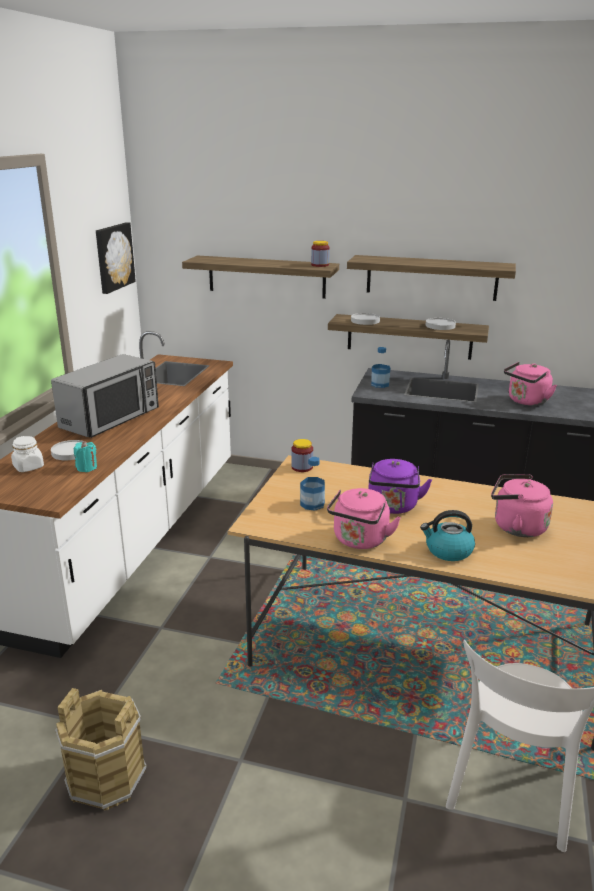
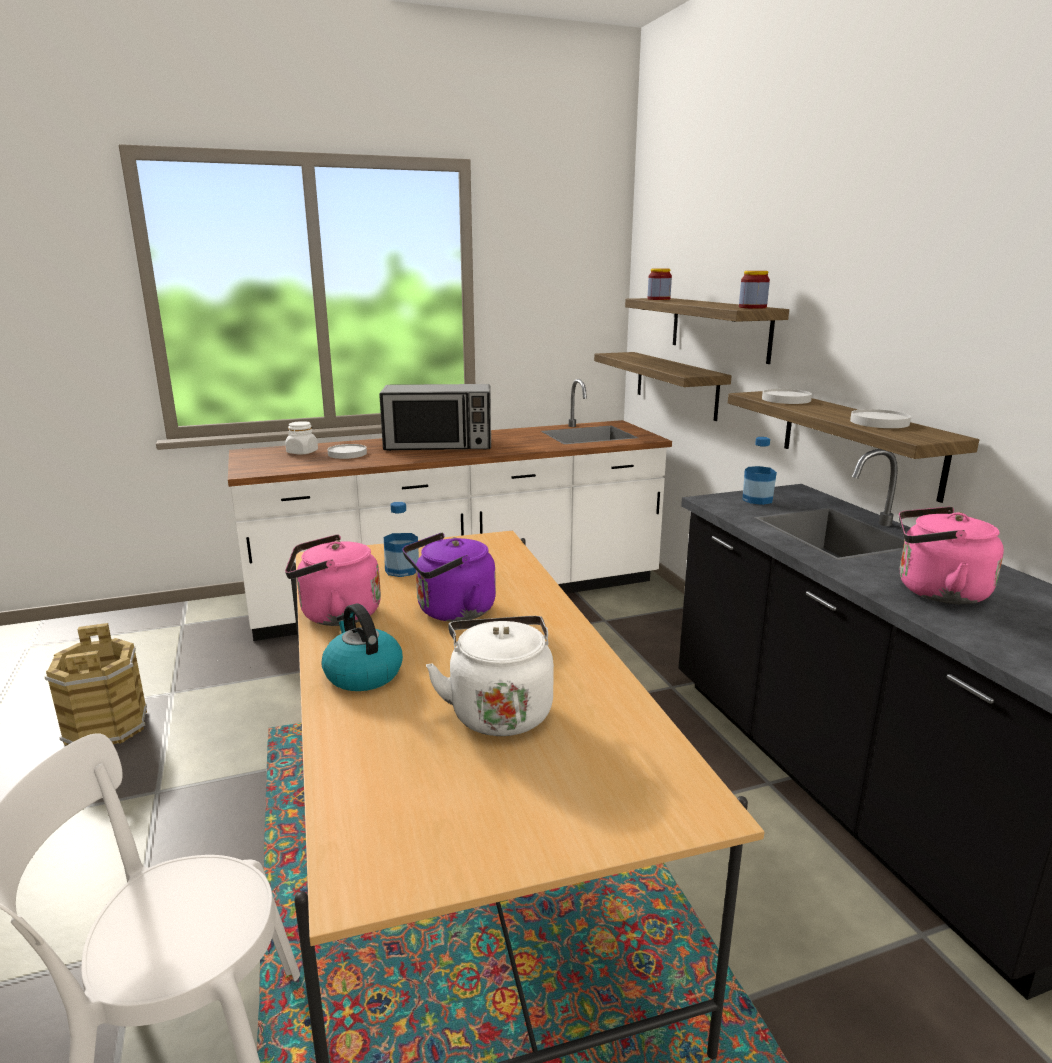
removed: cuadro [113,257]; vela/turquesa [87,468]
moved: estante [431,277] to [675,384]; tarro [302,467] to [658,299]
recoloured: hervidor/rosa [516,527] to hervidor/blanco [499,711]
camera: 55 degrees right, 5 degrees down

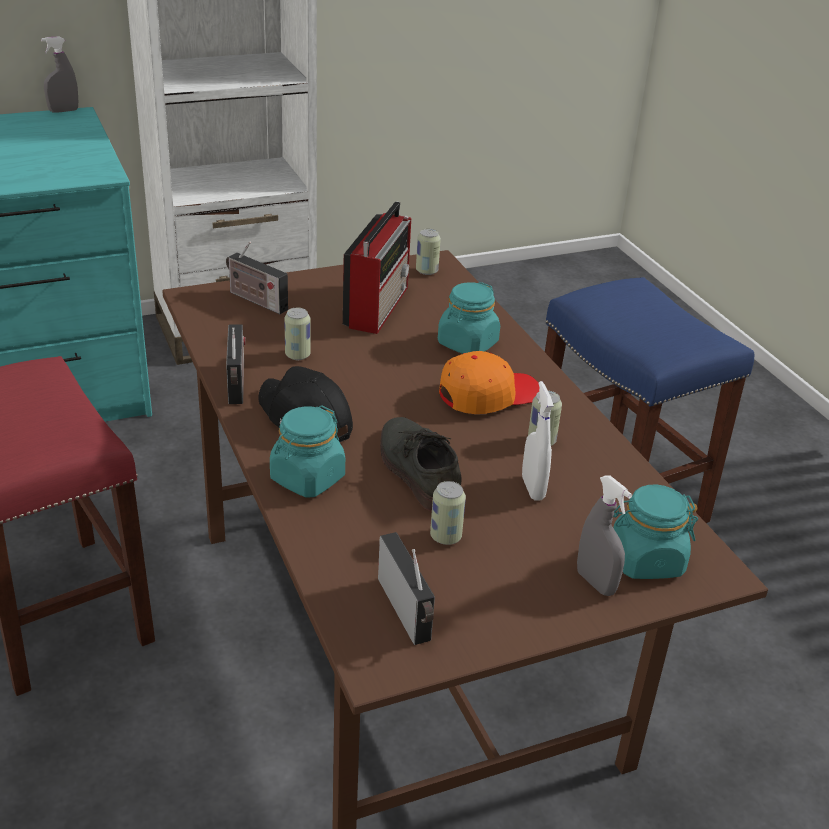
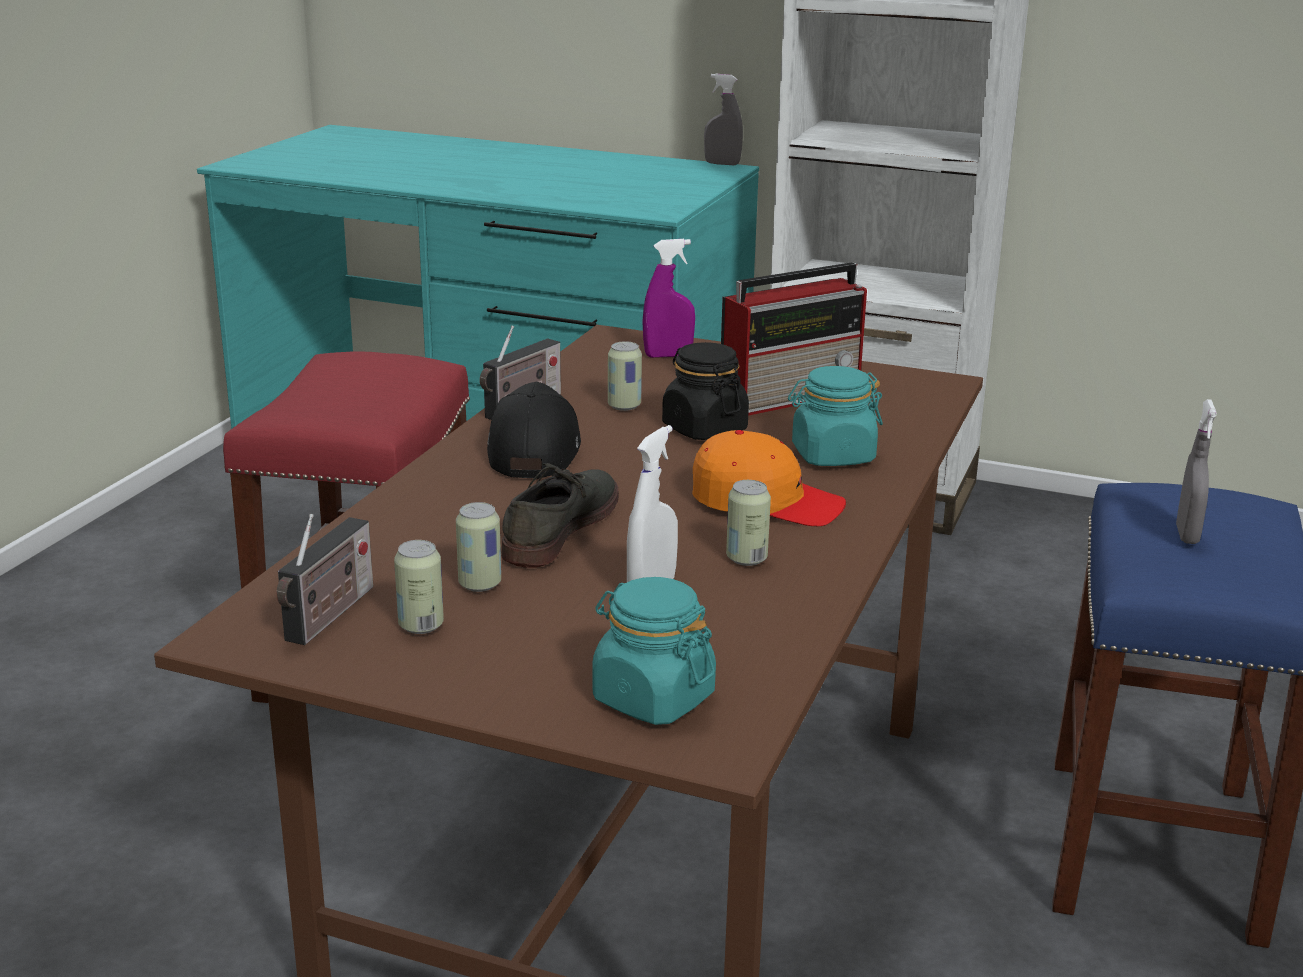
removed: tarro/turquesa [307,479]
added: tarro/negro [704,429]
moved: lata [426,271] to [421,625]; pulverizador/gris [595,583] to [1187,535]
replaced: radio [255,300] to pulverizador/morado [668,355]
camera: 45 degrees right, 10 degrees down

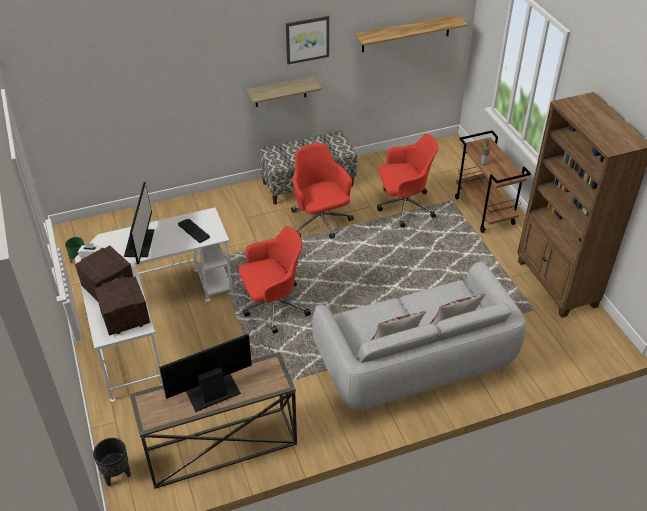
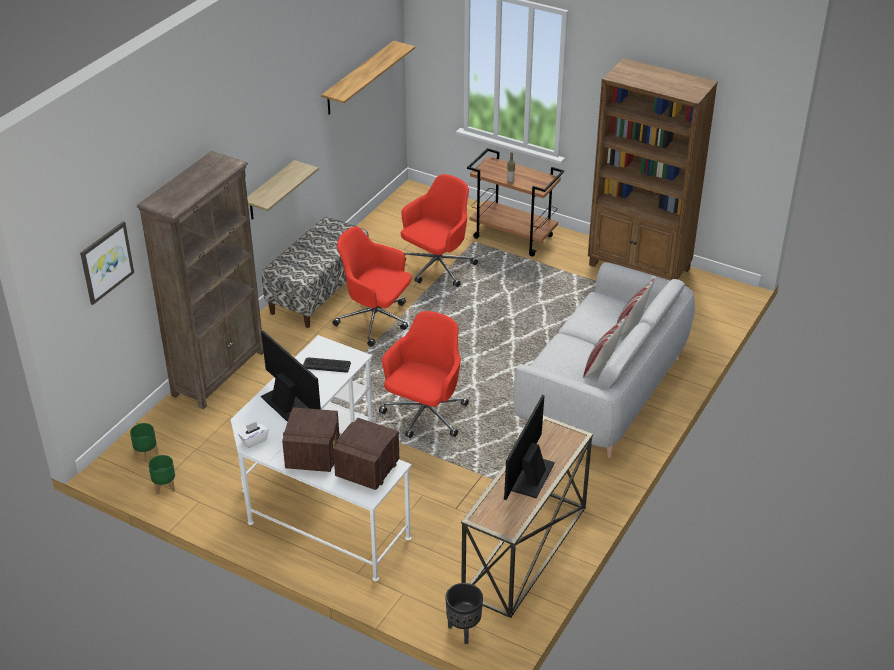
added: estantería/marrón [219,373]; maceta/verde [146,454]
moved: cuadro [307,39] to [106,262]
camera: 40 degrees left, 5 degrees down

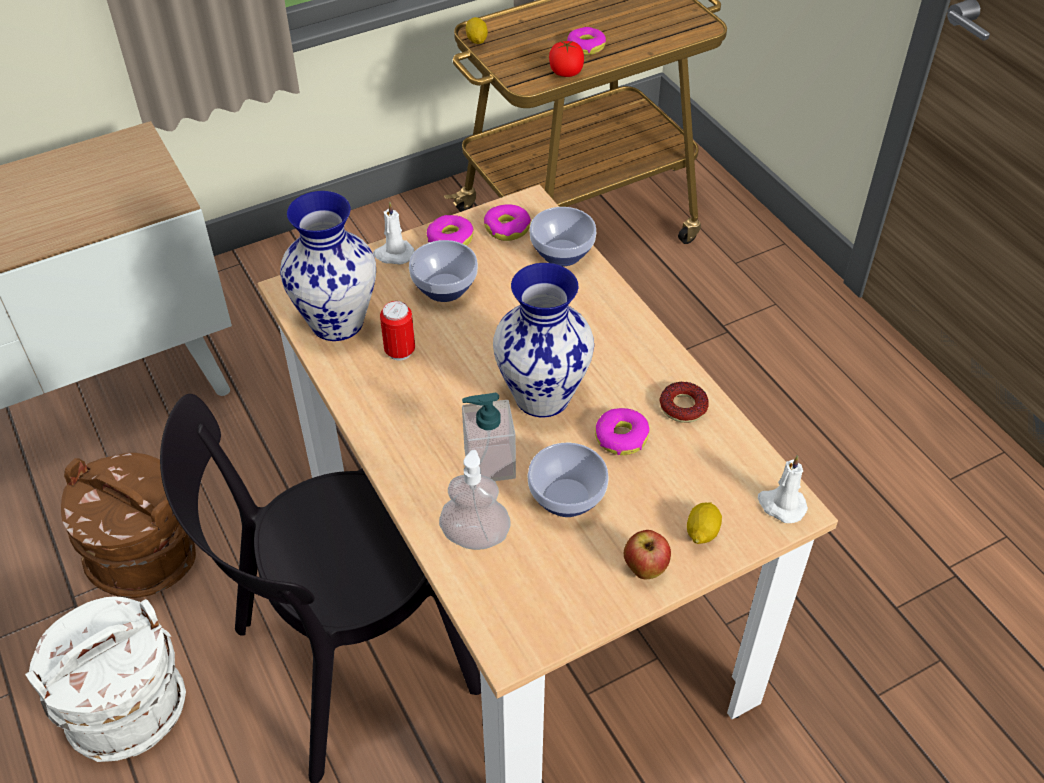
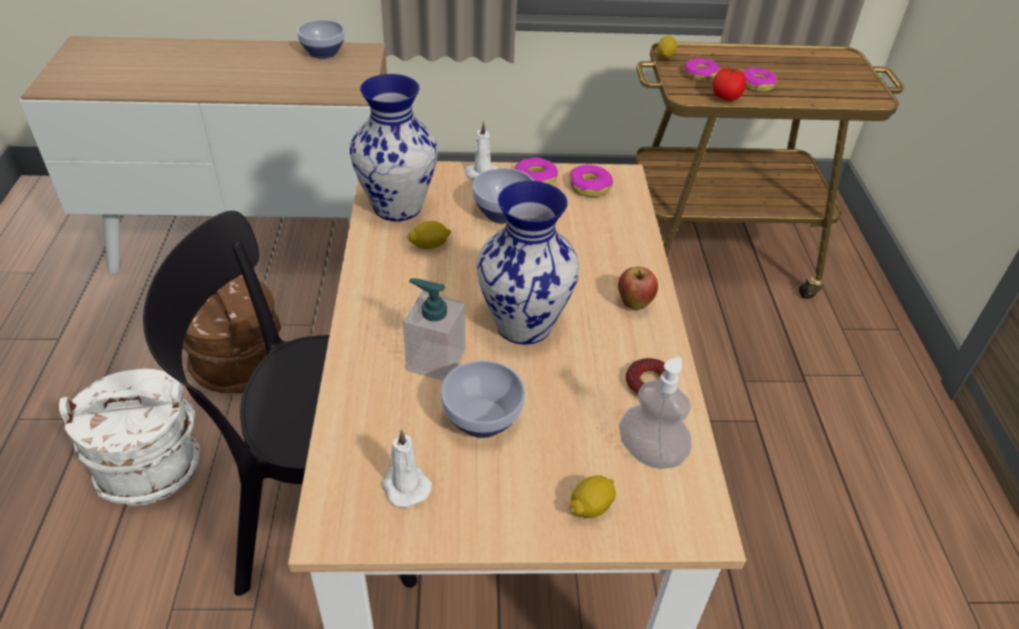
moved: cuenco [560,253] to [323,52]; rosquilla [621,437] to [699,75]; dispensador de jabón [475,537] to [650,453]; vela/blanco [781,505] to [405,485]; manzana [645,569] to [634,304]
replaced: lata [400,351] to limón [430,245]
camera: 25 degrees right, 5 degrees down

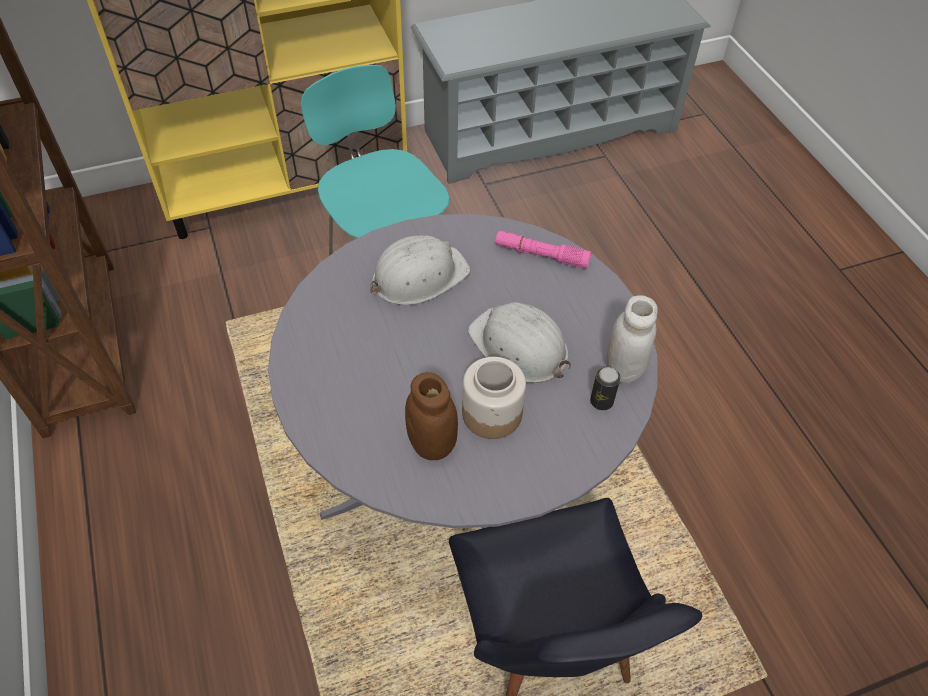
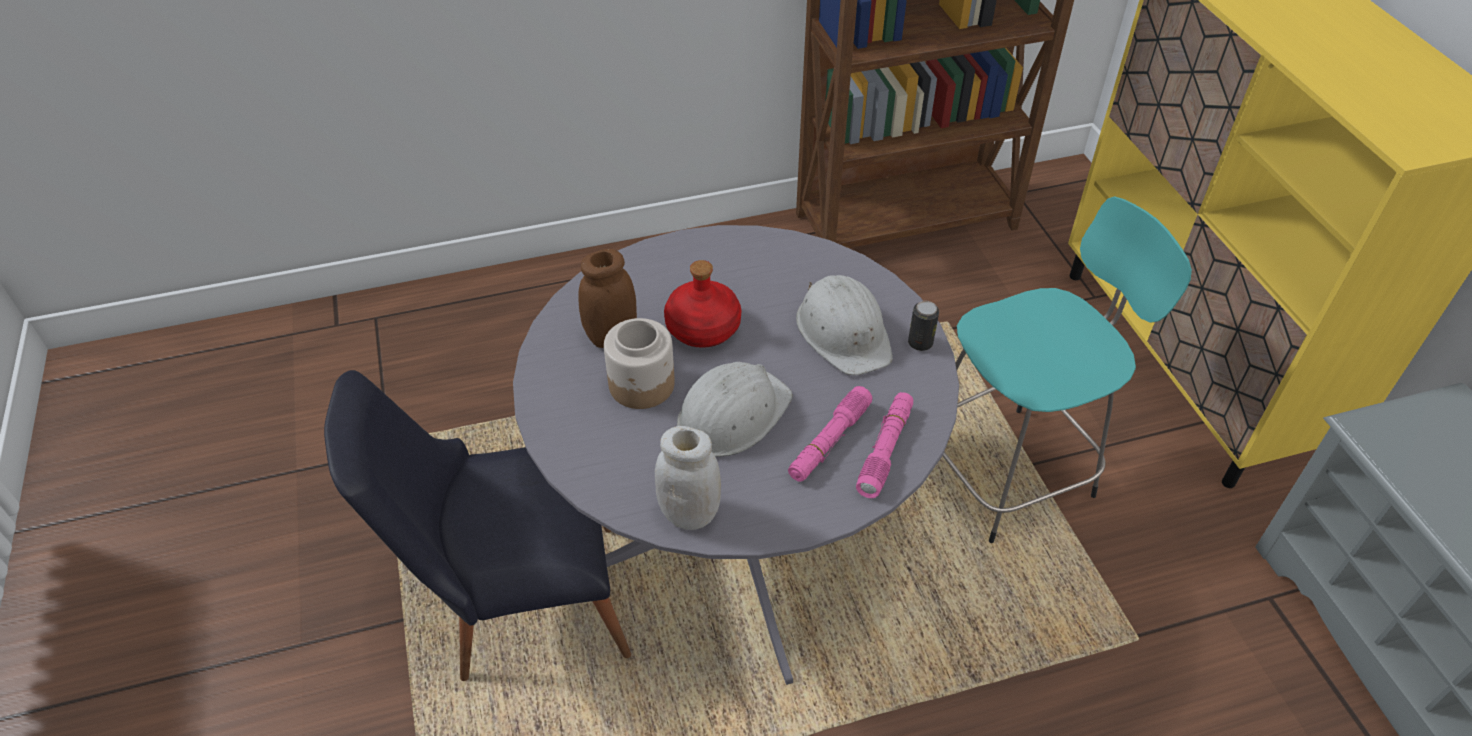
added: botella/rojo [704,328]; linterna/rosa [829,441]
moved: lata [601,401] to [920,343]
camera: 95 degrees right, 5 degrees down

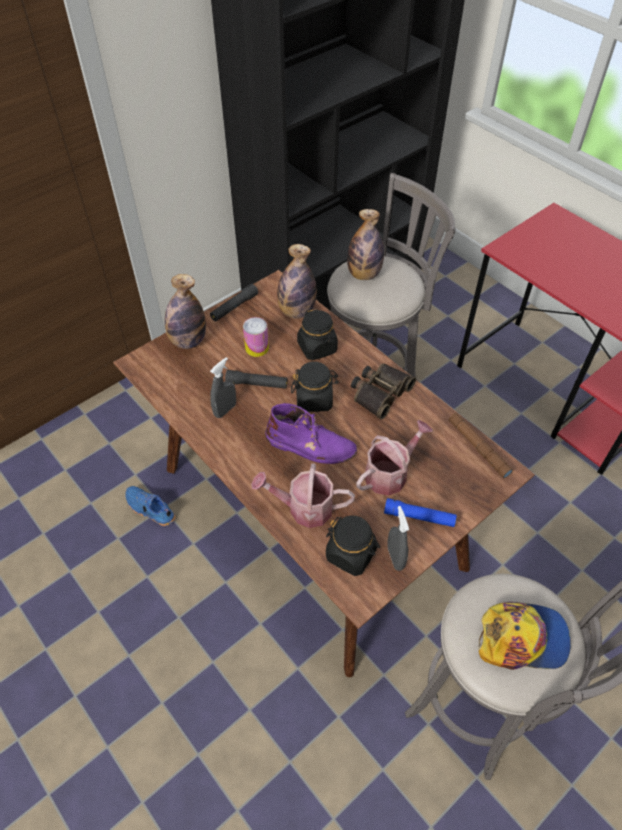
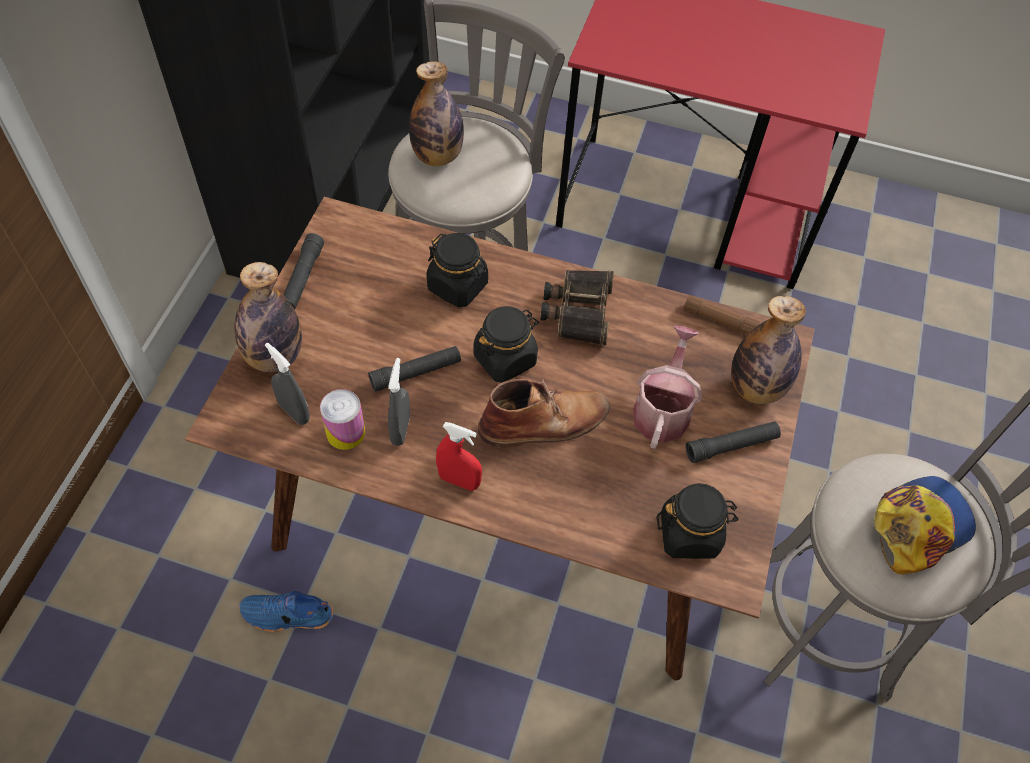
removed: regadera [304,508]
added: pulverizador/rojo [459,481]
moved: botella [296,311] to [755,388]; lata [257,348] to [345,432]; pulverizador/gris [395,557] to [294,412]
recoloured: bota/morado [311,445] to bota/marrón [545,422]; linterna/azul [419,517] to linterna/negro [731,446]
camera: 35 degrees left, 5 degrees up

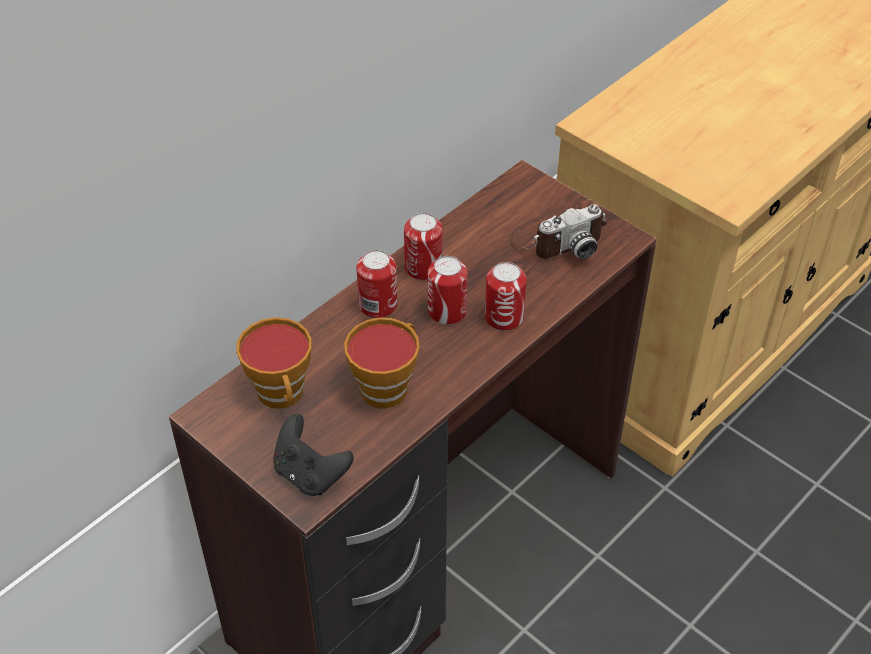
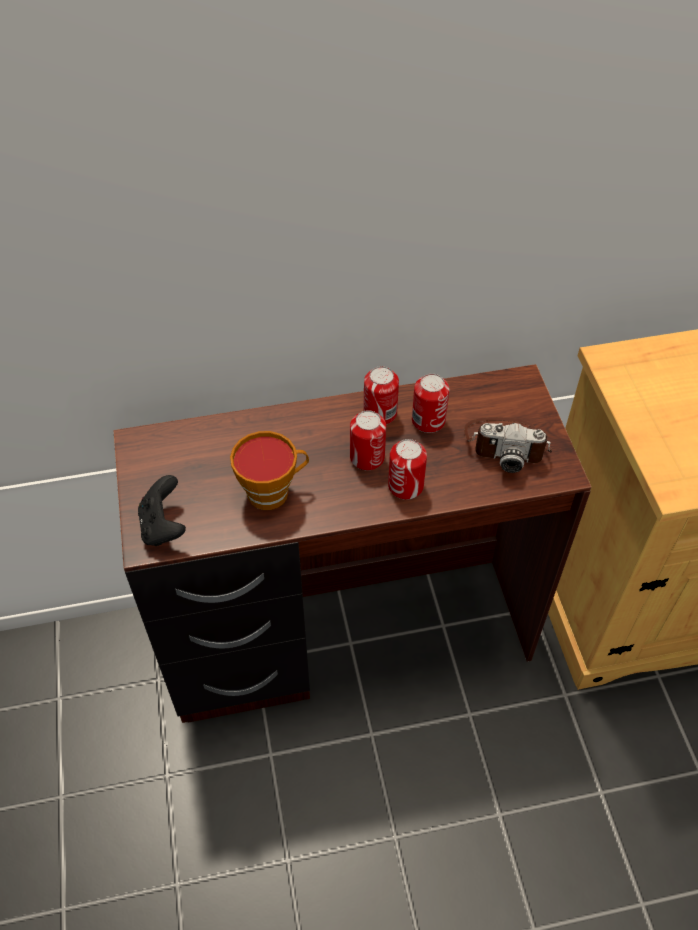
removed: taza [283,395]
moved: lata [378,305] to [428,421]
camera: 35 degrees right, 5 degrees up

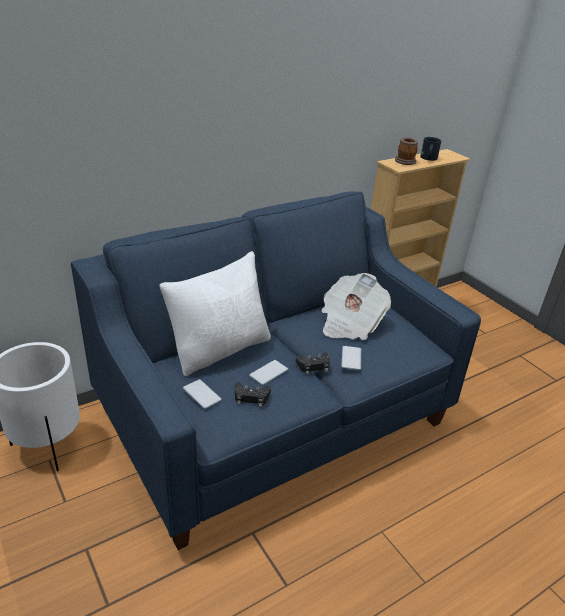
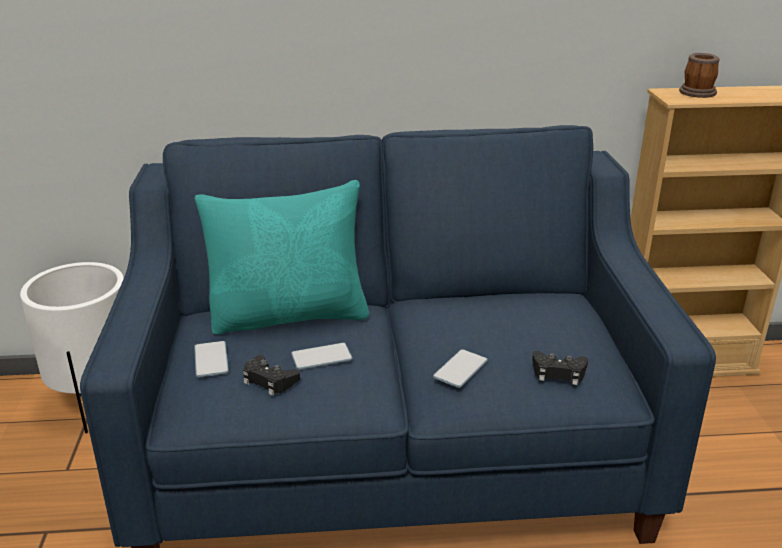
removed: taza grande/negro [428,159]; periódico [350,323]
moved: mando de consola/negro [313,366] to [558,372]
recoloured: cojín/blanco [221,349] to cojín/turquesa [290,315]
camera: 30 degrees right, 5 degrees down

